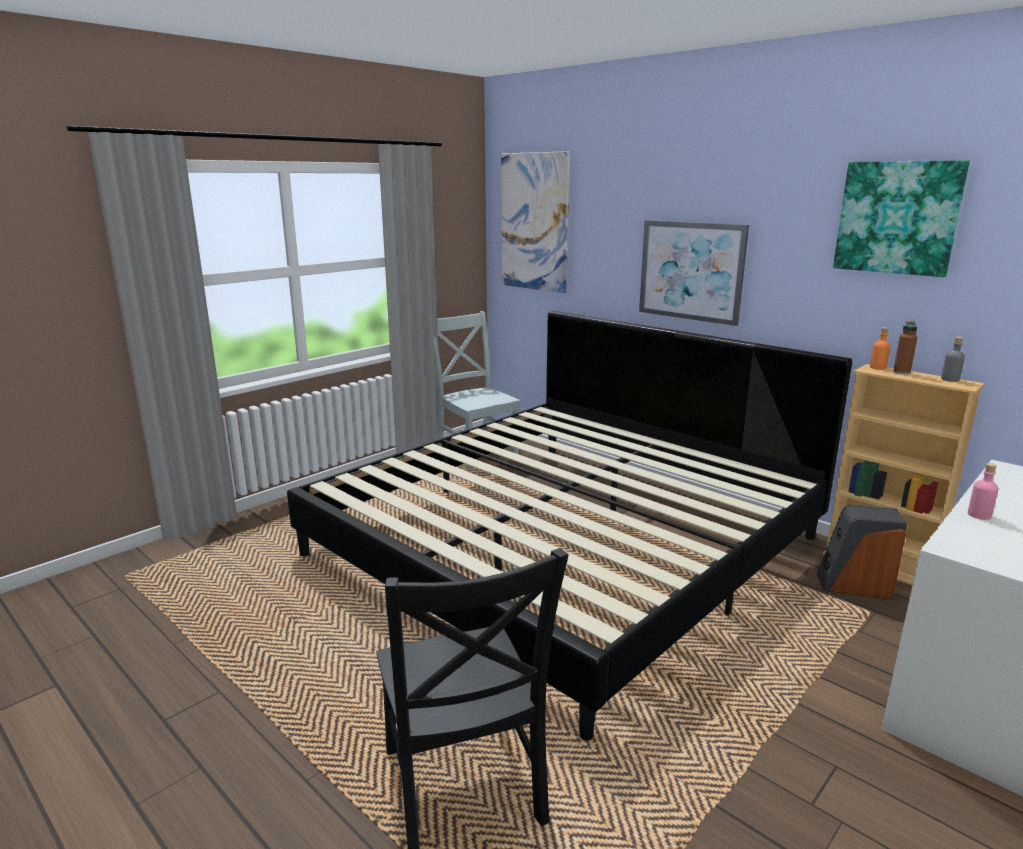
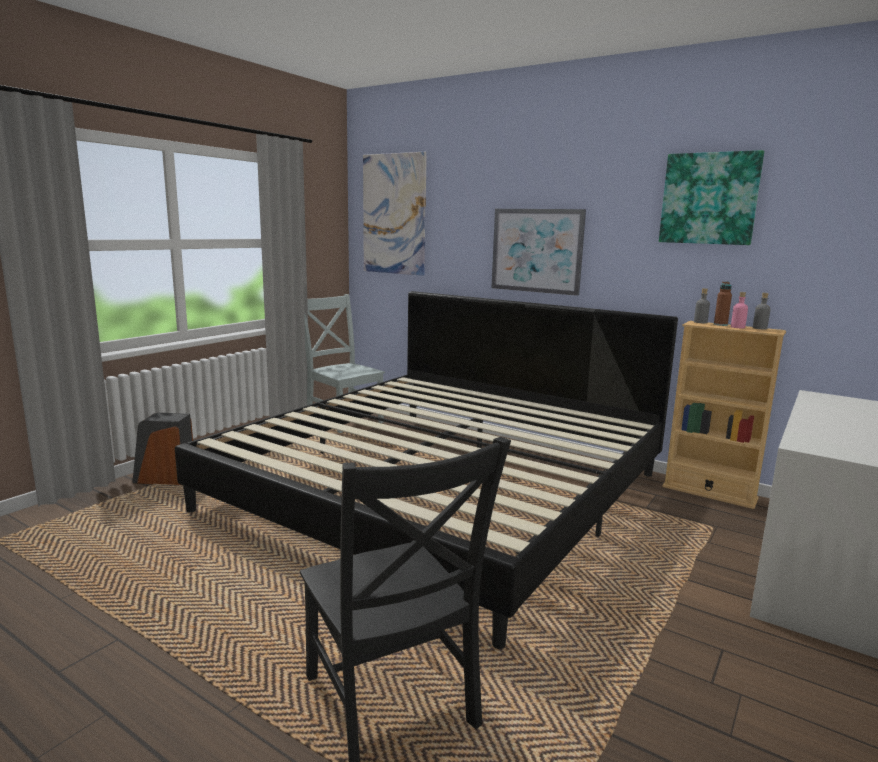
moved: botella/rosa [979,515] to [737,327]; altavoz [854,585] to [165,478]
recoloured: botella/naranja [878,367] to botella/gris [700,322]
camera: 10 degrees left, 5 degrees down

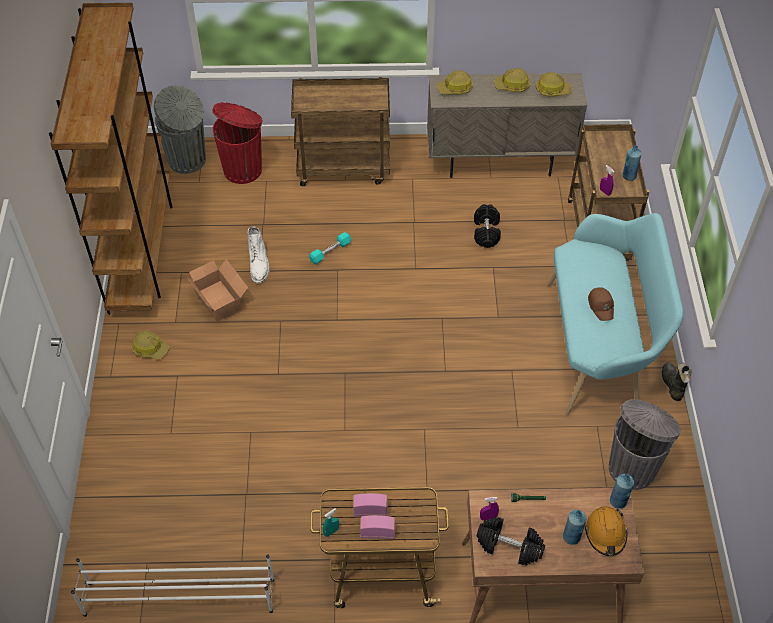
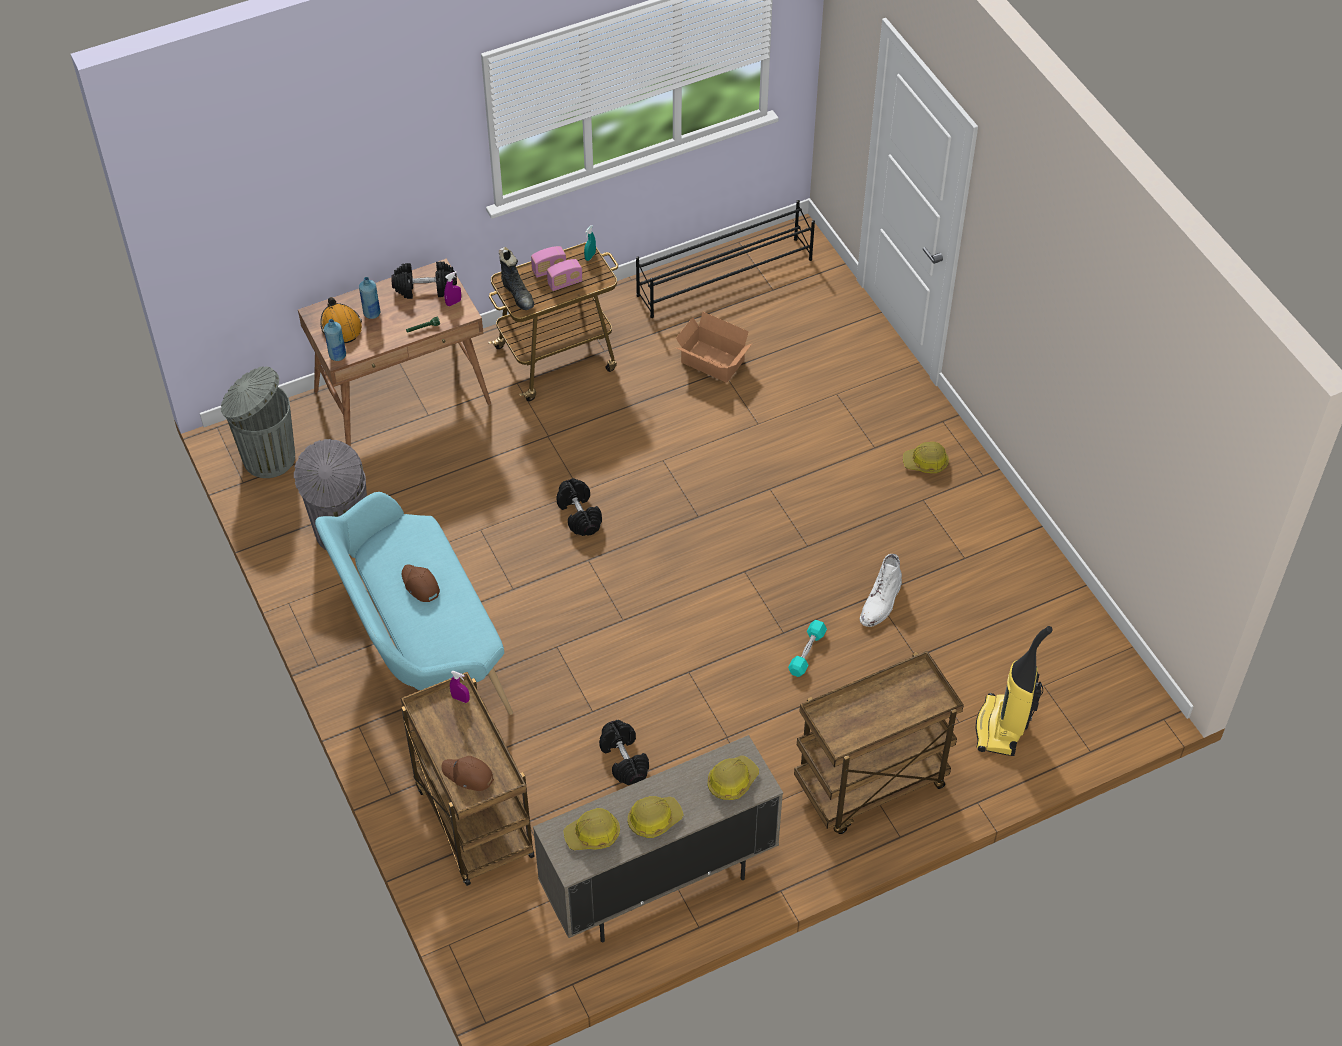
removed: estantería/marrón [141,251]; botella/azul [629,176]
added: mancuerna/negro [579,515]; gorra/marrón [468,775]
moved: papelera/gris [188,160] to [267,457]; caja de cartón [220,299] to [712,363]; bota/negro [672,384] to [518,294]
replaced: papelera/rojo [243,169] to aspiradora [1001,728]
recoloured: zapatero/blanco [178,596] to zapatero/negro [726,277]
turned: bota/blanco [259,264] = [881,603] 120 degrees counterclockwise
camera: 155 degrees right, 0 degrees up

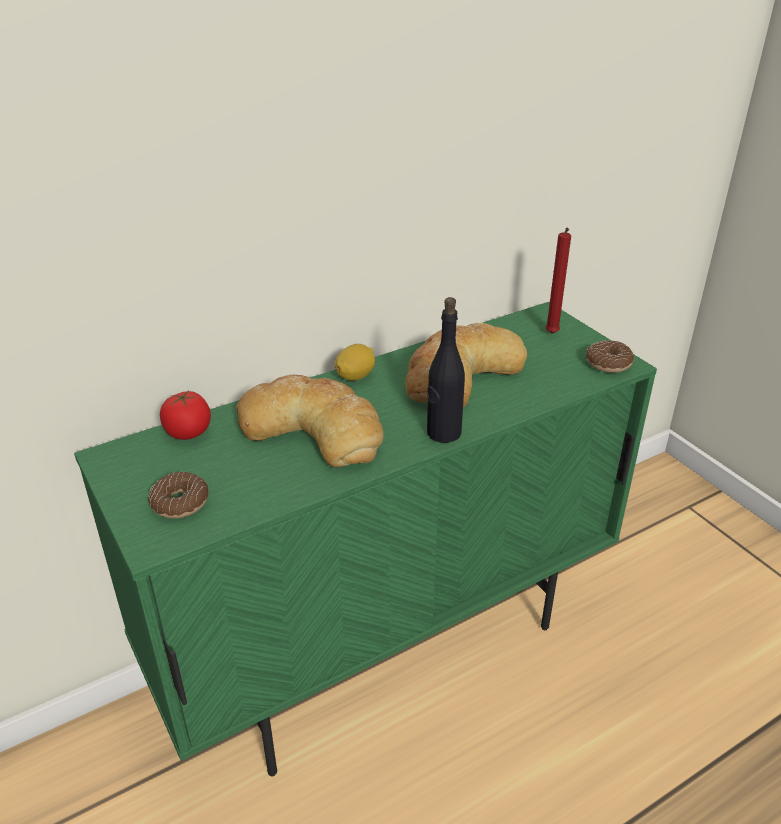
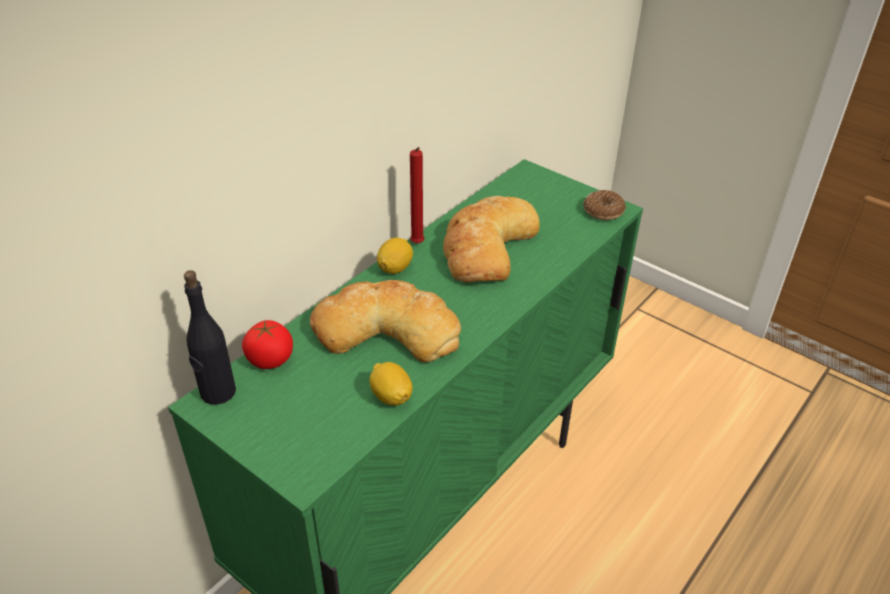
removed: rosquilla [180,502]
added: limón [391,396]
moved: vela/rojo [551,334] to [417,245]; botella/negro [443,433] to [217,392]
camera: 20 degrees left, 5 degrees up

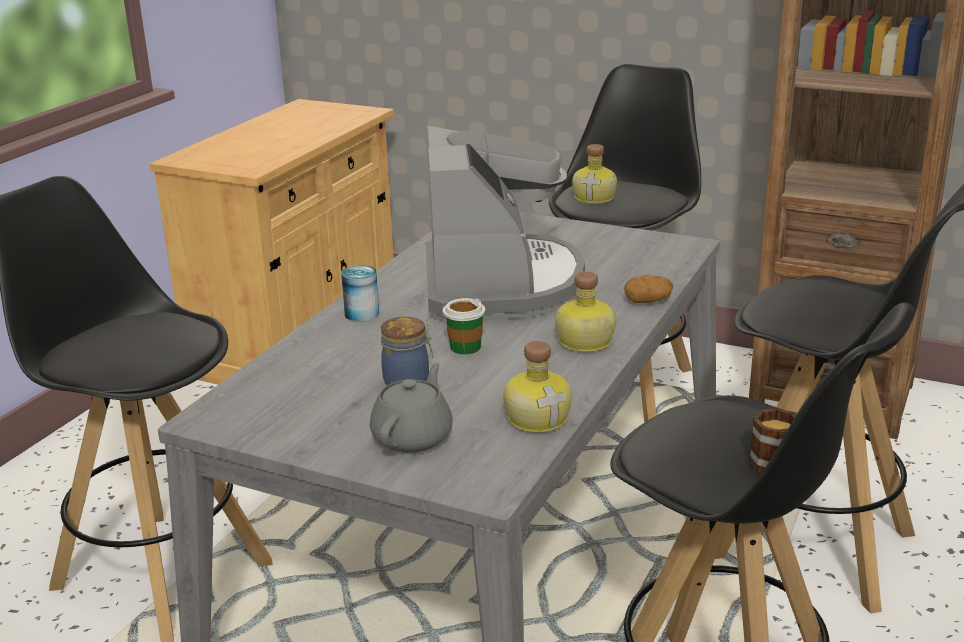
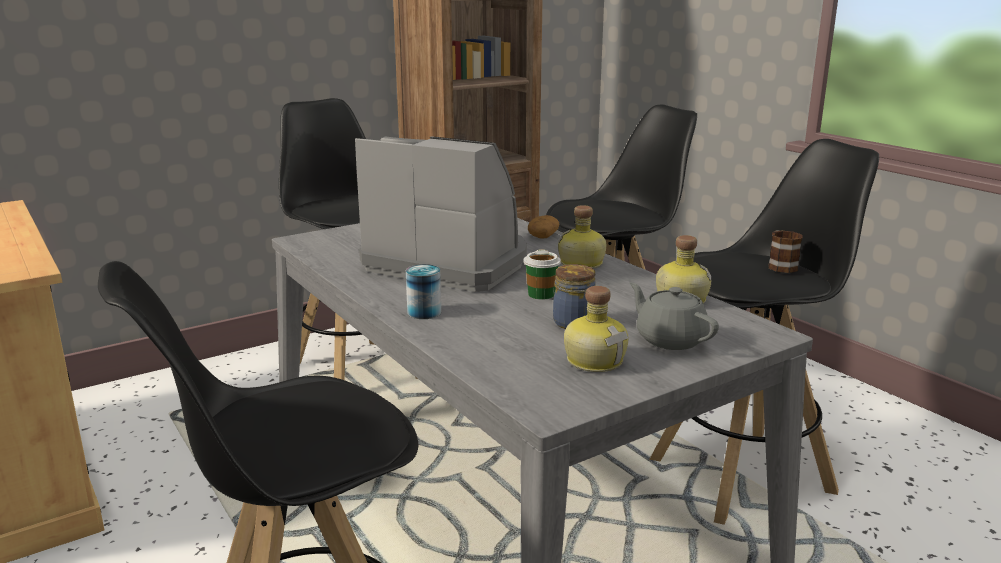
moved: botella [595,198] to [595,360]
camera: 60 degrees left, 5 degrees down

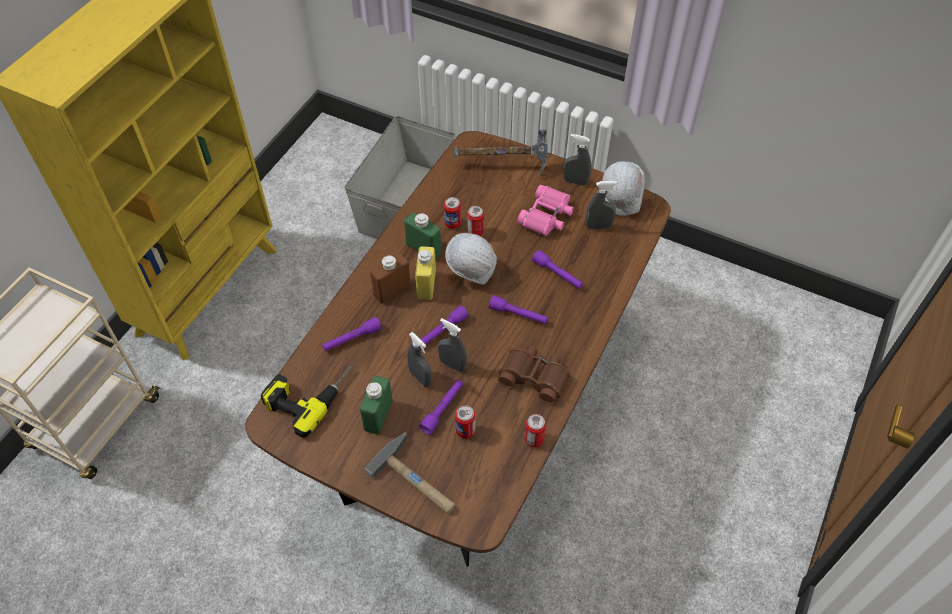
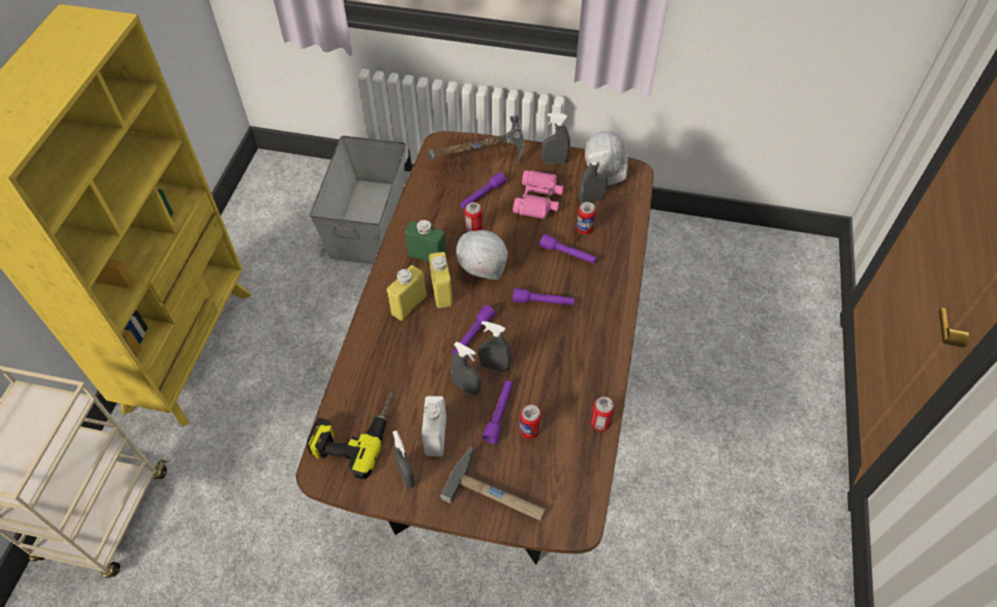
removed: prismáticos/marrón [534,377]
added: pulverizador/gris [406,475]
moved: lata [452,223] to [584,229]; linterna/morado [352,339] to [482,196]
recoloured: botella/marrón [392,290] to botella/amarillo [409,305]; botella/verde [378,416] to botella/blanco [435,436]
camera: 15 degrees left, 0 degrees up

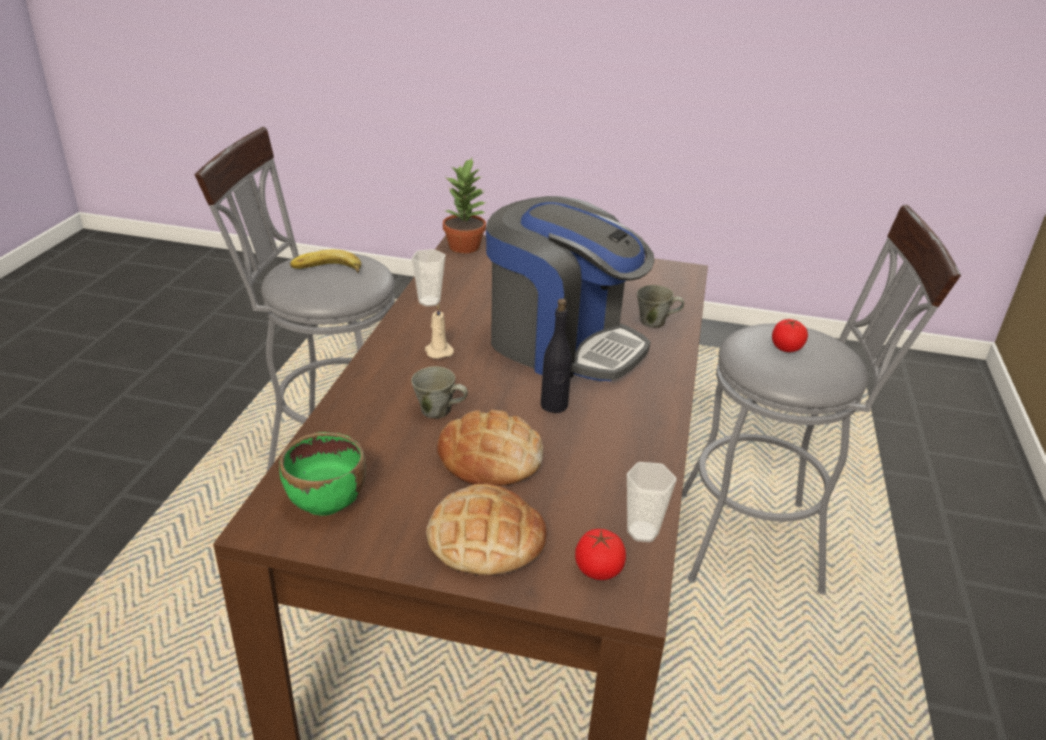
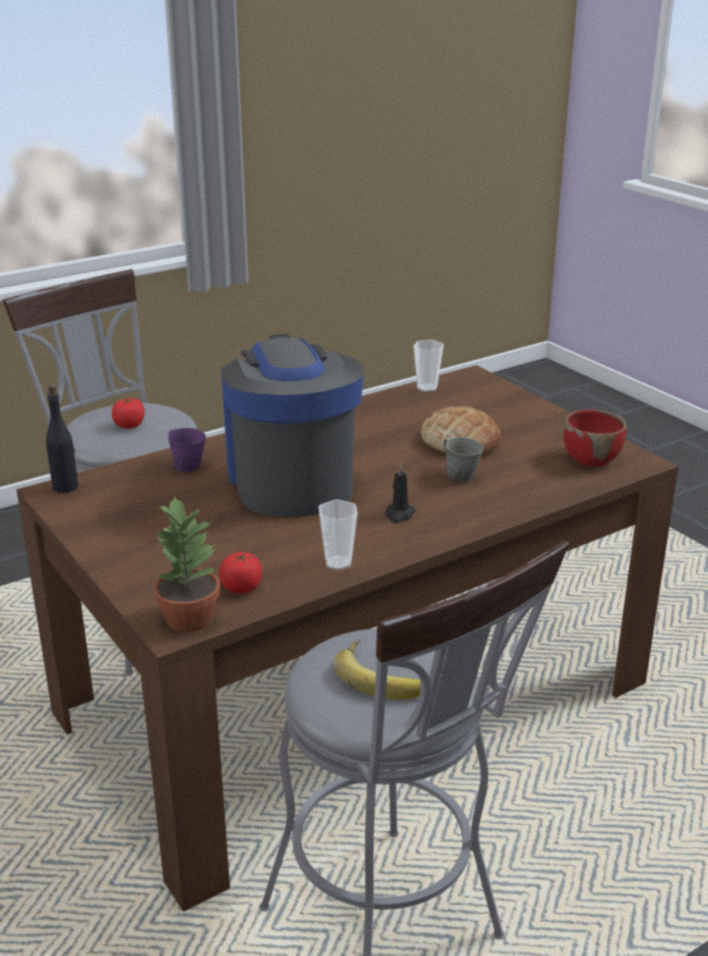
removed: pan [485,538]
moved: botella/negro [554,405] to [65,487]; tomate [598,569] to [241,587]
recoloured: taza grande/gris [654,322] to taza grande/morado [186,465]; vela/beis [438,351] to vela/negro [399,514]; cuenco/verde [326,500] to cuenco/rojo [591,459]
camera: 135 degrees left, 5 degrees down

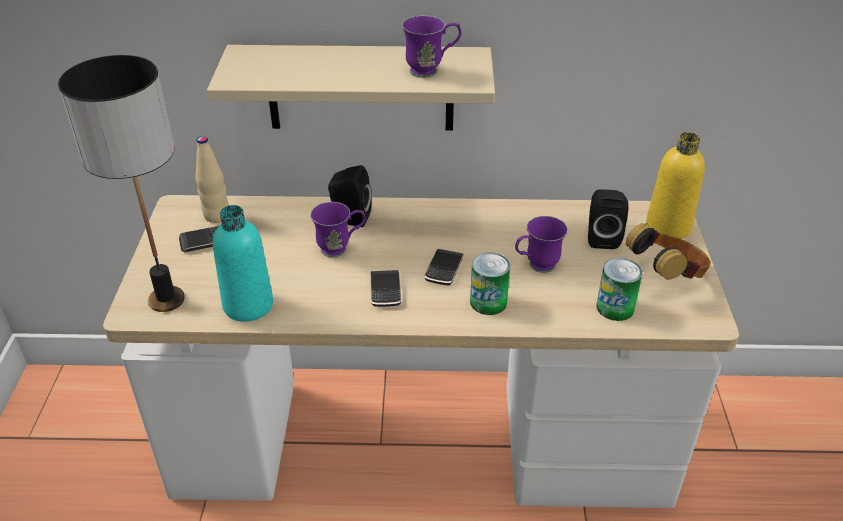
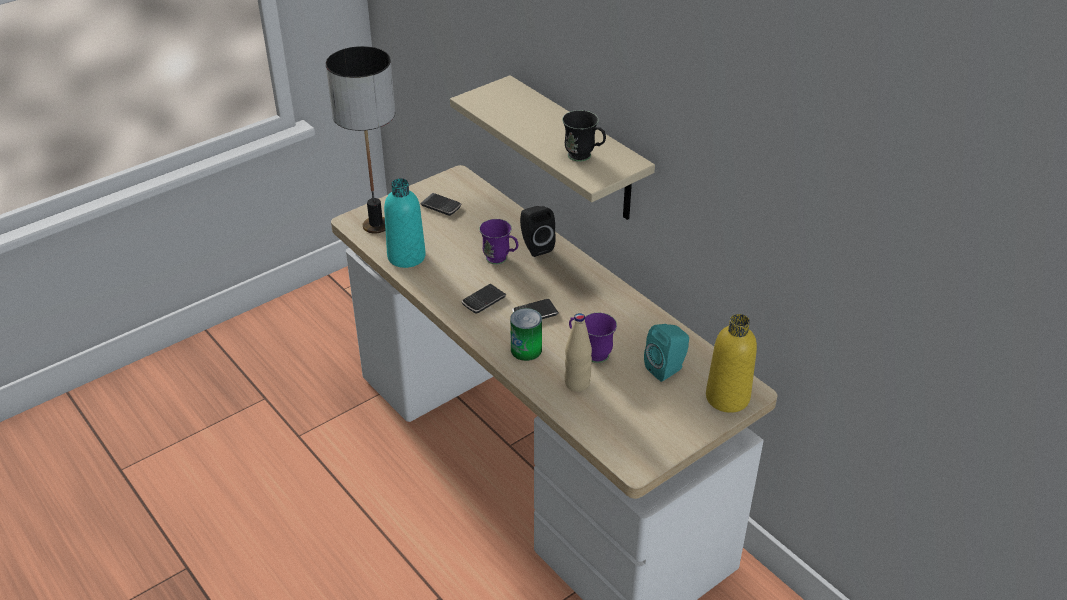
removed: auriculares [667,276]; lata [615,307]
moved: botella/beis [217,216] to [577,383]
recoloured: taza grande/morado [431,70] to taza grande/negro [584,157]; altavoz/negro [602,237] to altavoz/turquesa [667,369]
camera: 50 degrees right, 0 degrees up

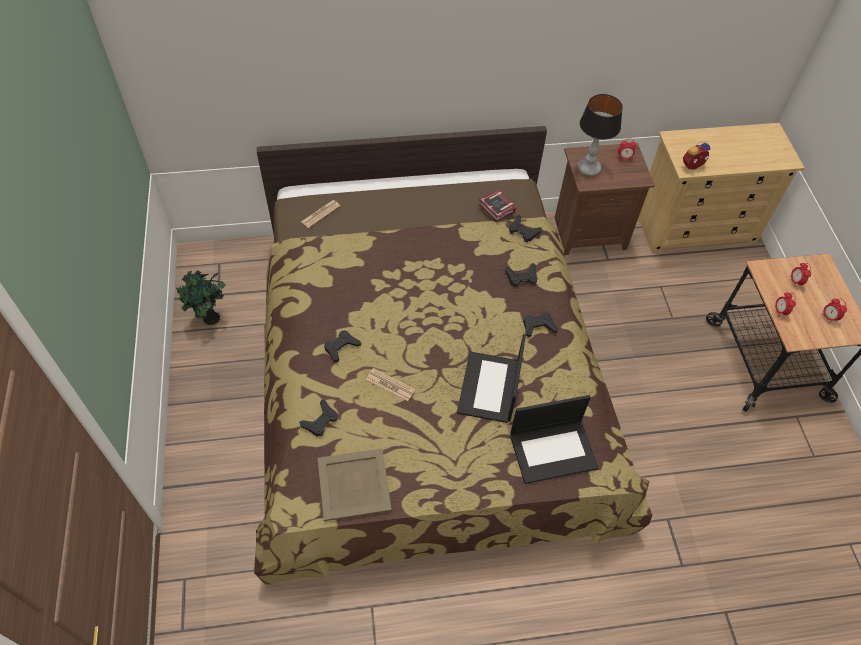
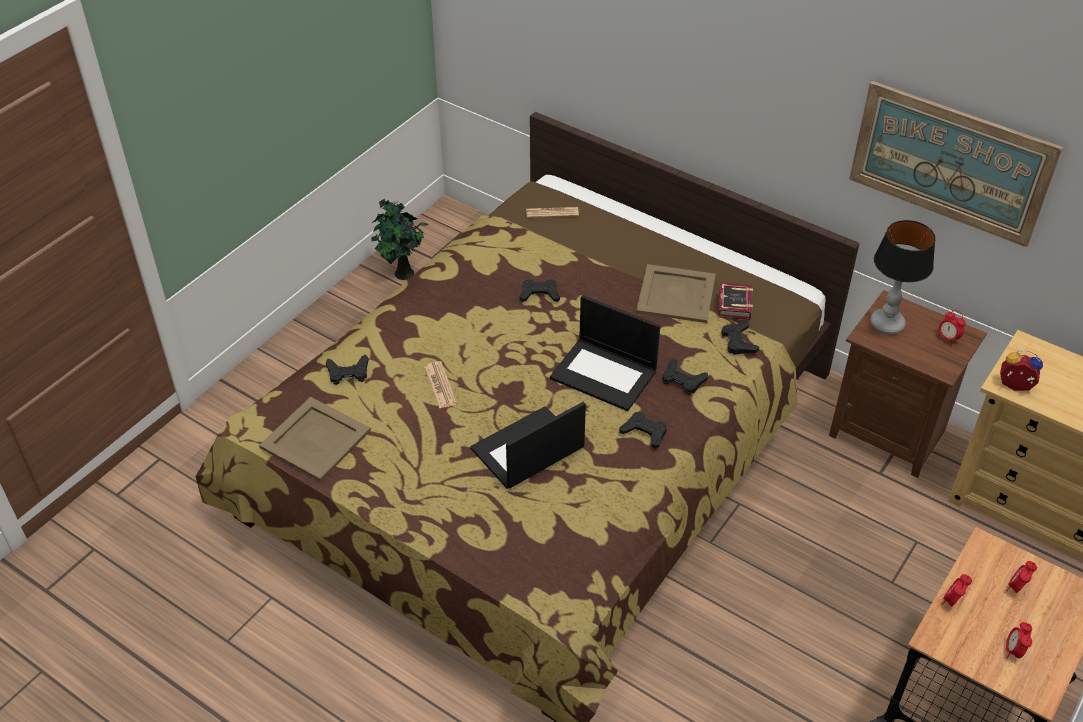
added: cuadro [950,163]; bandeja/beis [675,293]
moved: mando de consola/negro [341,347] to [539,294]; portátil [553,450] to [605,374]
camera: 45 degrees right, 10 degrees down

